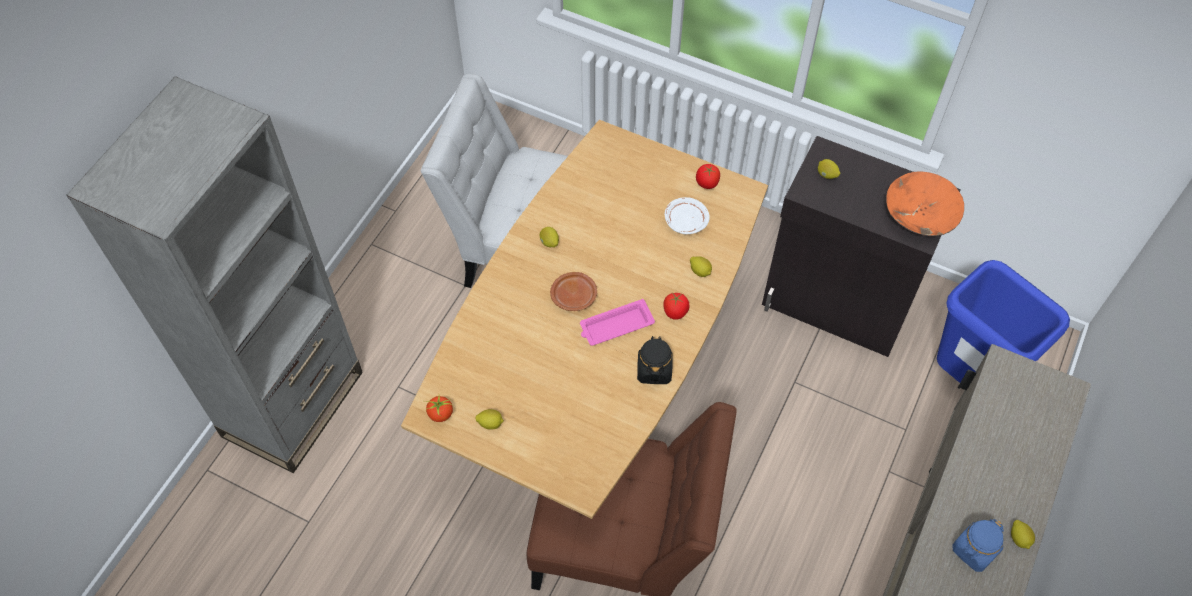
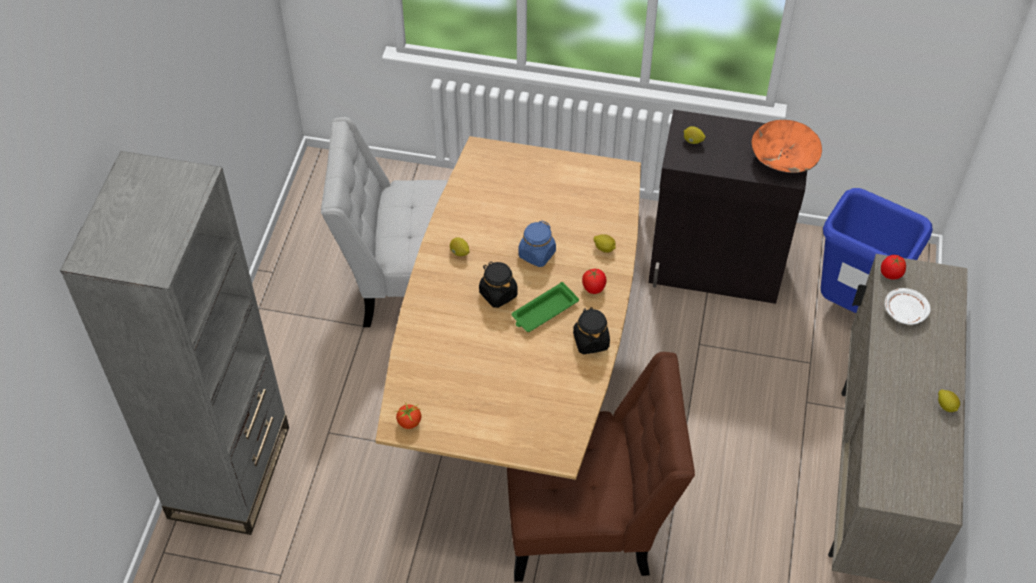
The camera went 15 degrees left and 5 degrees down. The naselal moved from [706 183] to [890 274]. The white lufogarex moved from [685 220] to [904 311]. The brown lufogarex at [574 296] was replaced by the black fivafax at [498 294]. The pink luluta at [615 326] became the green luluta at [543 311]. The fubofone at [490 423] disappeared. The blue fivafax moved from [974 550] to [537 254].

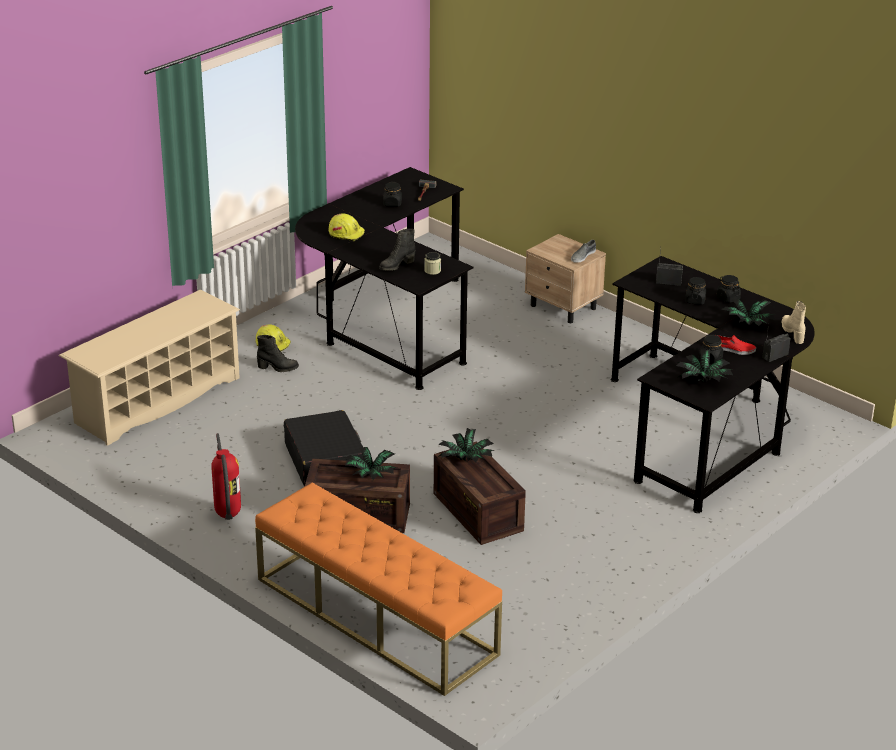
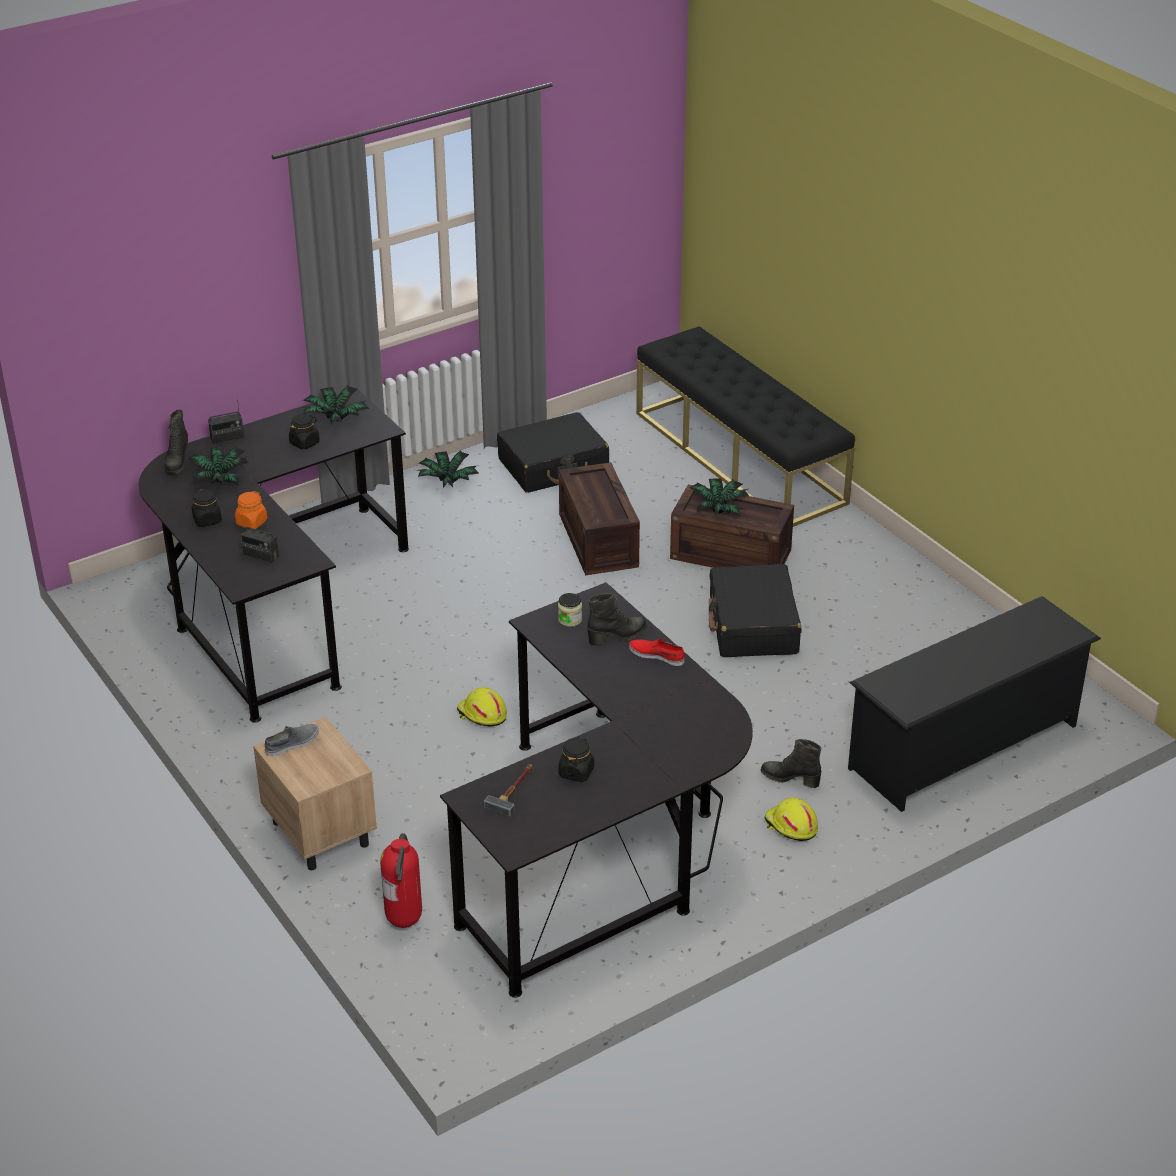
The camera went 165 degrees left and 5 degrees up. The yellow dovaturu moved from [346 233] to [482 715]. The black fivafax at [695 300] became the orange fivafax at [251 522]. The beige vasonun at [157 400] became the black vasonun at [964 747]. The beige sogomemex at [793 333] became the black sogomemex at [177 462]. The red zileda moved from [733 350] to [657 655]. The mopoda moved from [466 460] to [447 482]. The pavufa moved from [227 515] to [405 922]. The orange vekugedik at [375 616] became the black vekugedik at [739 457]. The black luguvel at [553 466] appeared.

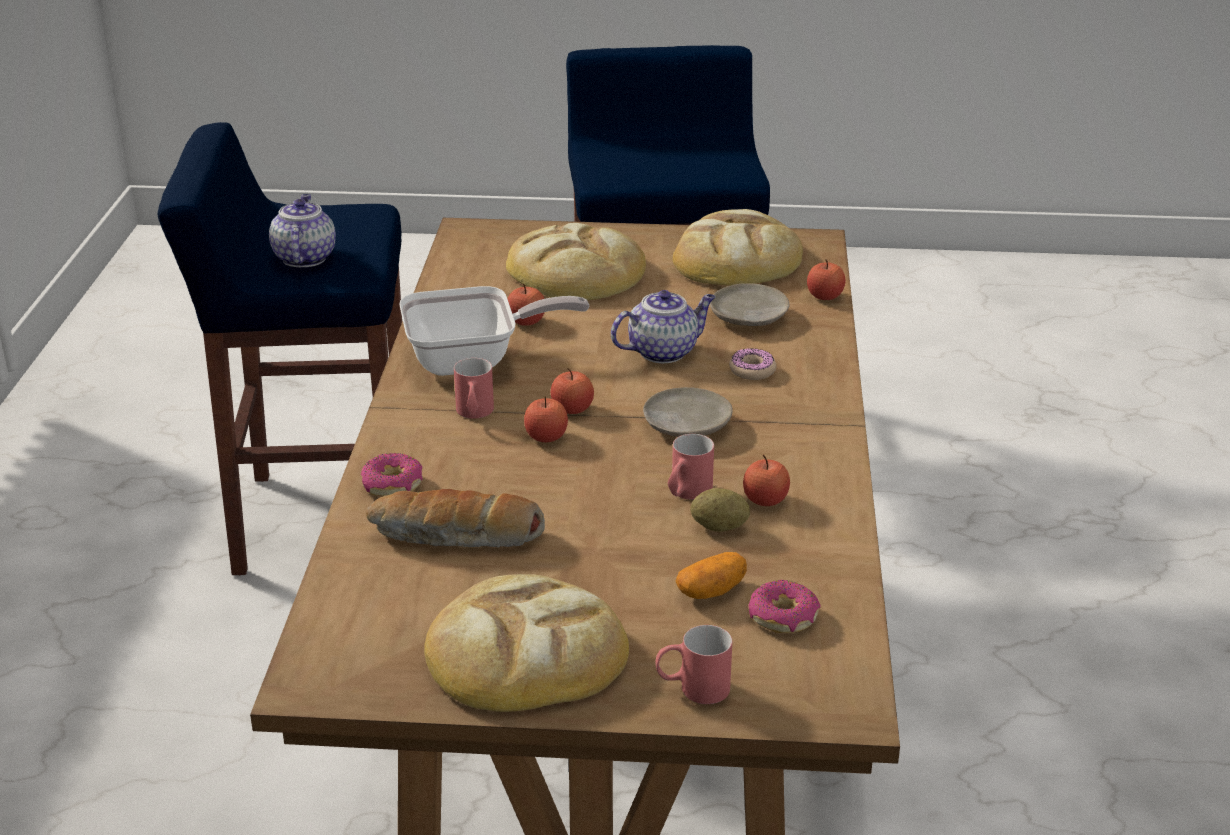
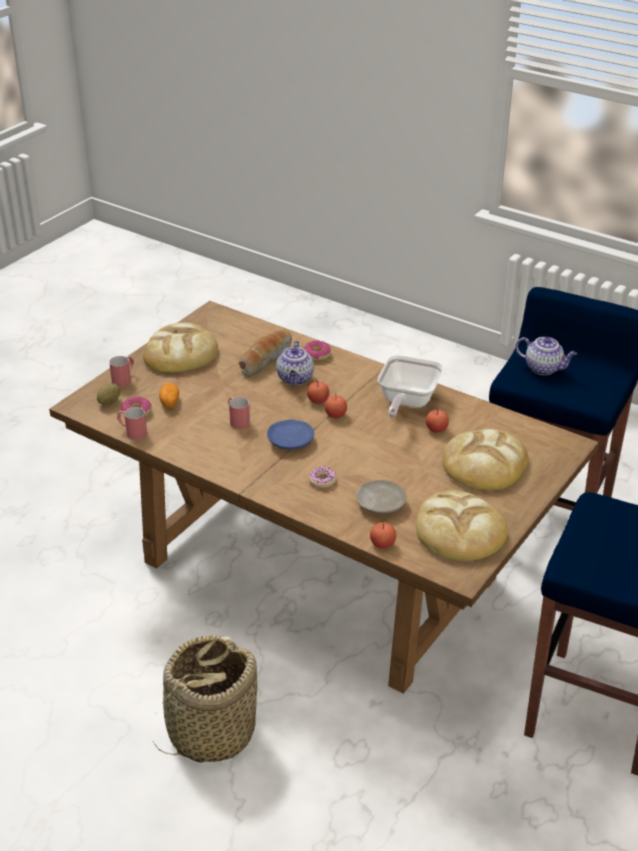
The camera went 120 degrees right and 5 degrees up. The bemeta moved from [664 351] to [295 379]. The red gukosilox moved from [474 414] to [132 432]. The beige lufogarex at [686 425] became the blue lufogarex at [291 441]. The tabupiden at [765 500] disappeared. The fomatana moved from [719 527] to [109 402]. The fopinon at [210 731] appeared.

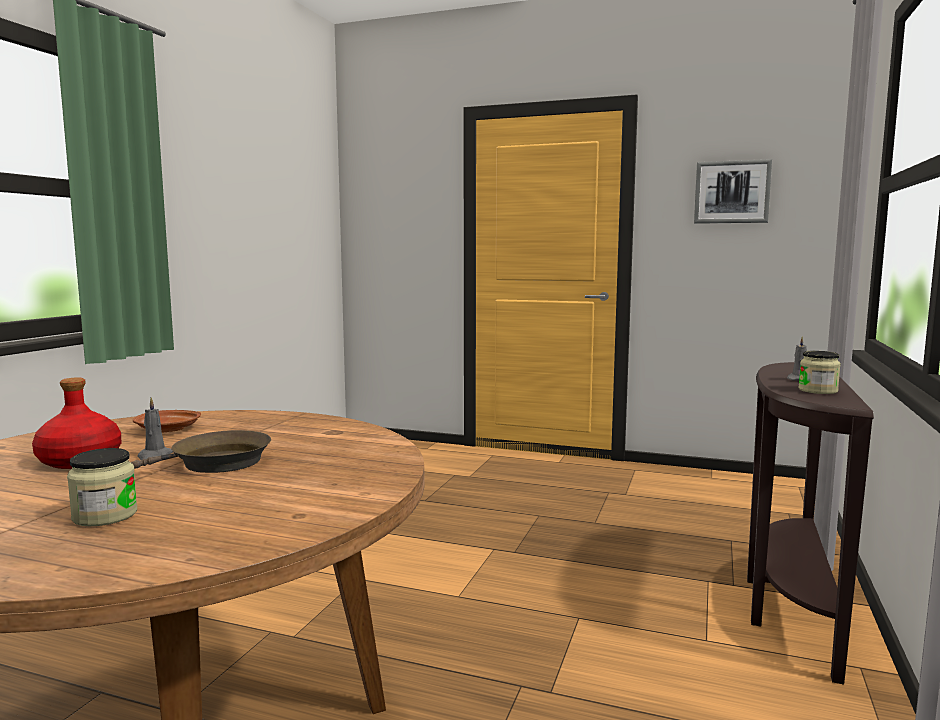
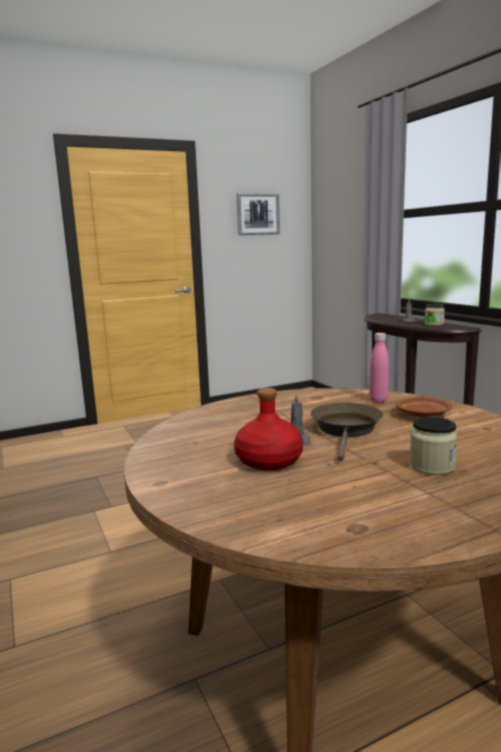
The camera went 45 degrees left and 5 degrees up. The brown lufogarex moved from [168 430] to [423 415]. The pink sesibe at [378 400] appeared.

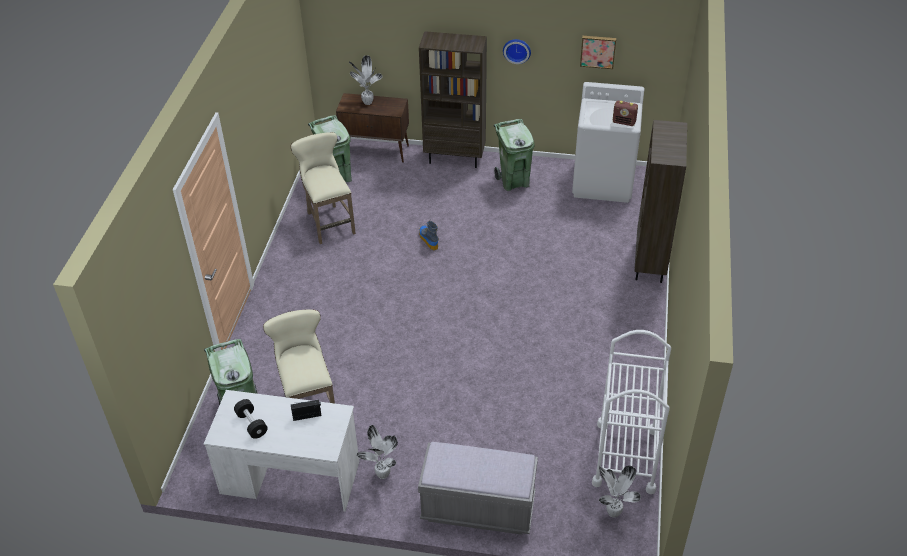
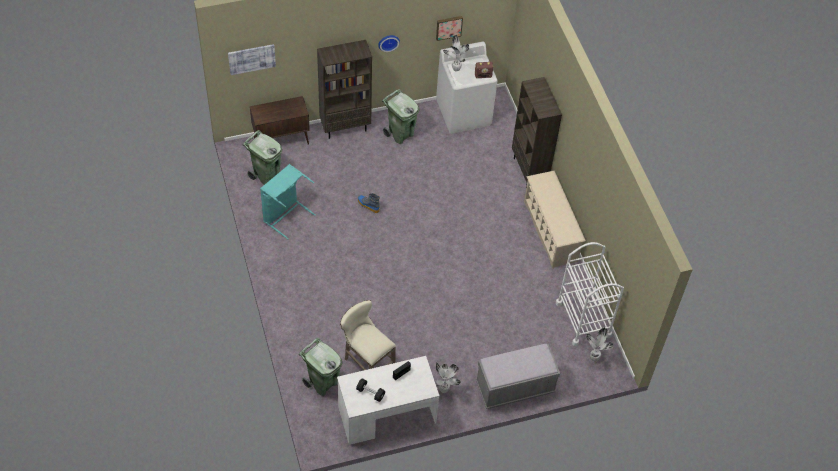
The camera went 30 degrees left and 10 degrees up. The mopoda moved from [366 102] to [455 69]. The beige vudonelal at [328 221] was replaced by the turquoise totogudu at [285 215]. The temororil at [251 58] appeared. The beige vasonun at [550 231] appeared.

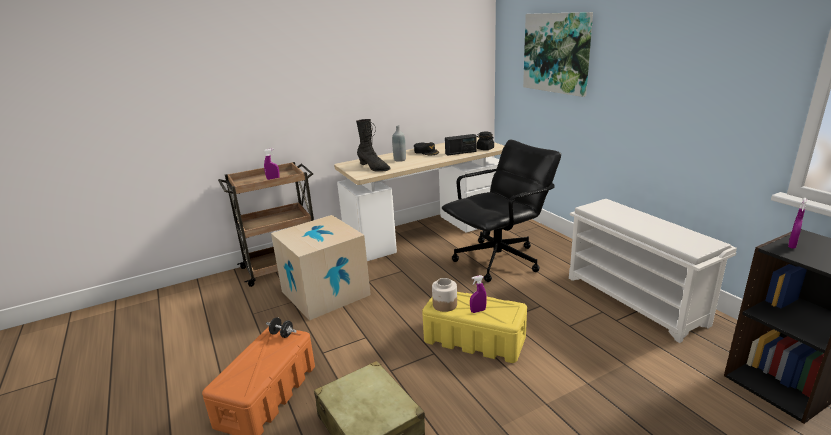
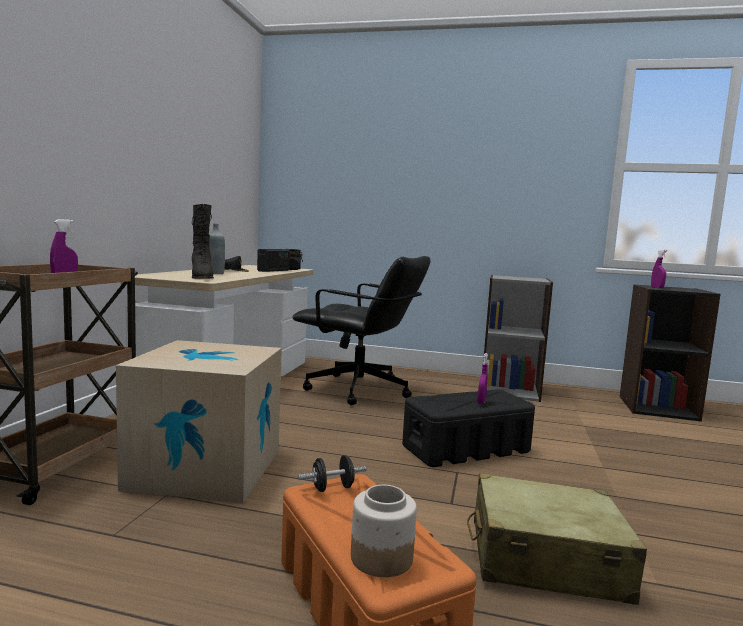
The camera went 50 degrees left and 15 degrees down. The temororil at [556 53] disappeared. The black sogomemex at [374 168] turned 75 degrees clockwise. The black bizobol at [499 260] turned 105 degrees clockwise. The white vasonun at [635 300] was replaced by the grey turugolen at [509 390]. The fivafax moved from [444 304] to [380 558]. The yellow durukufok at [474 339] became the black durukufok at [465 449].

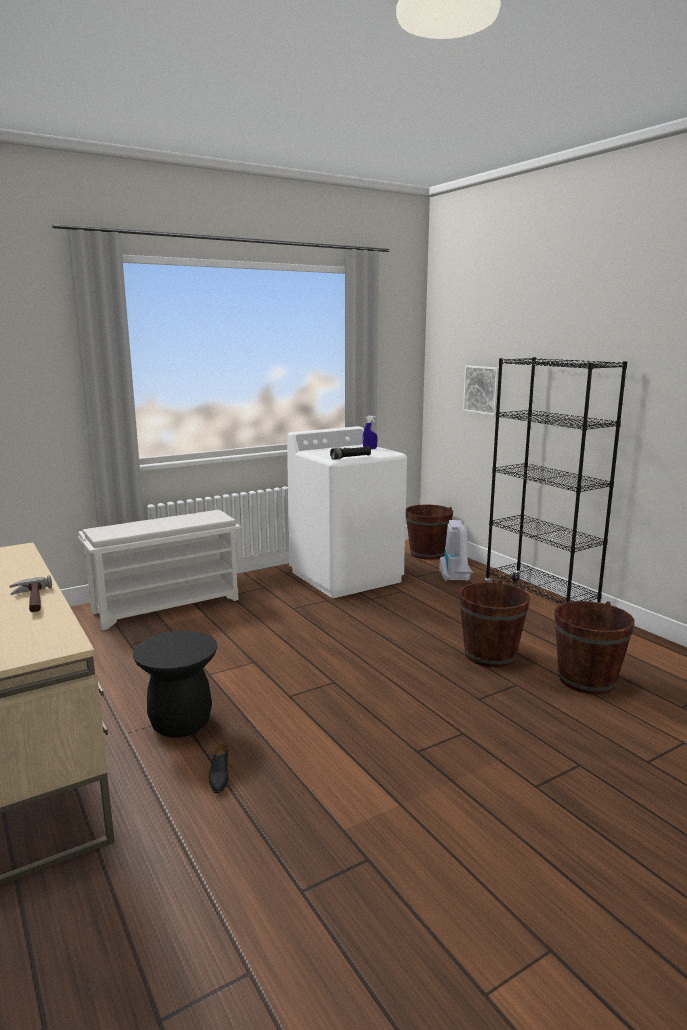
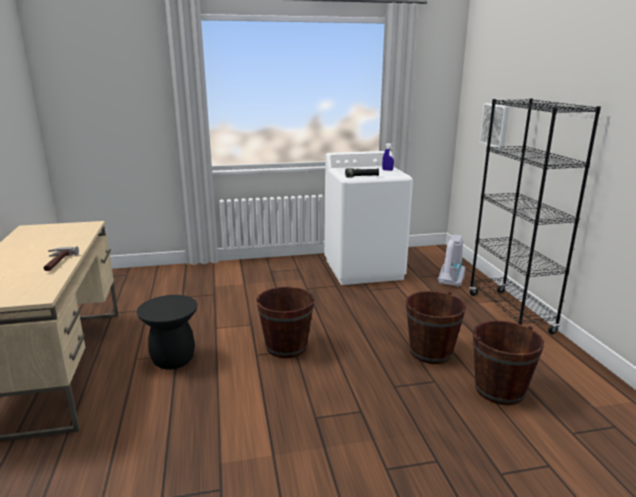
The camera went 20 degrees right and 5 degrees up. The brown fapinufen moved from [427 554] to [286 346]. The white vasonun at [167 605] disappeared. The black zileda at [219 776] disappeared.

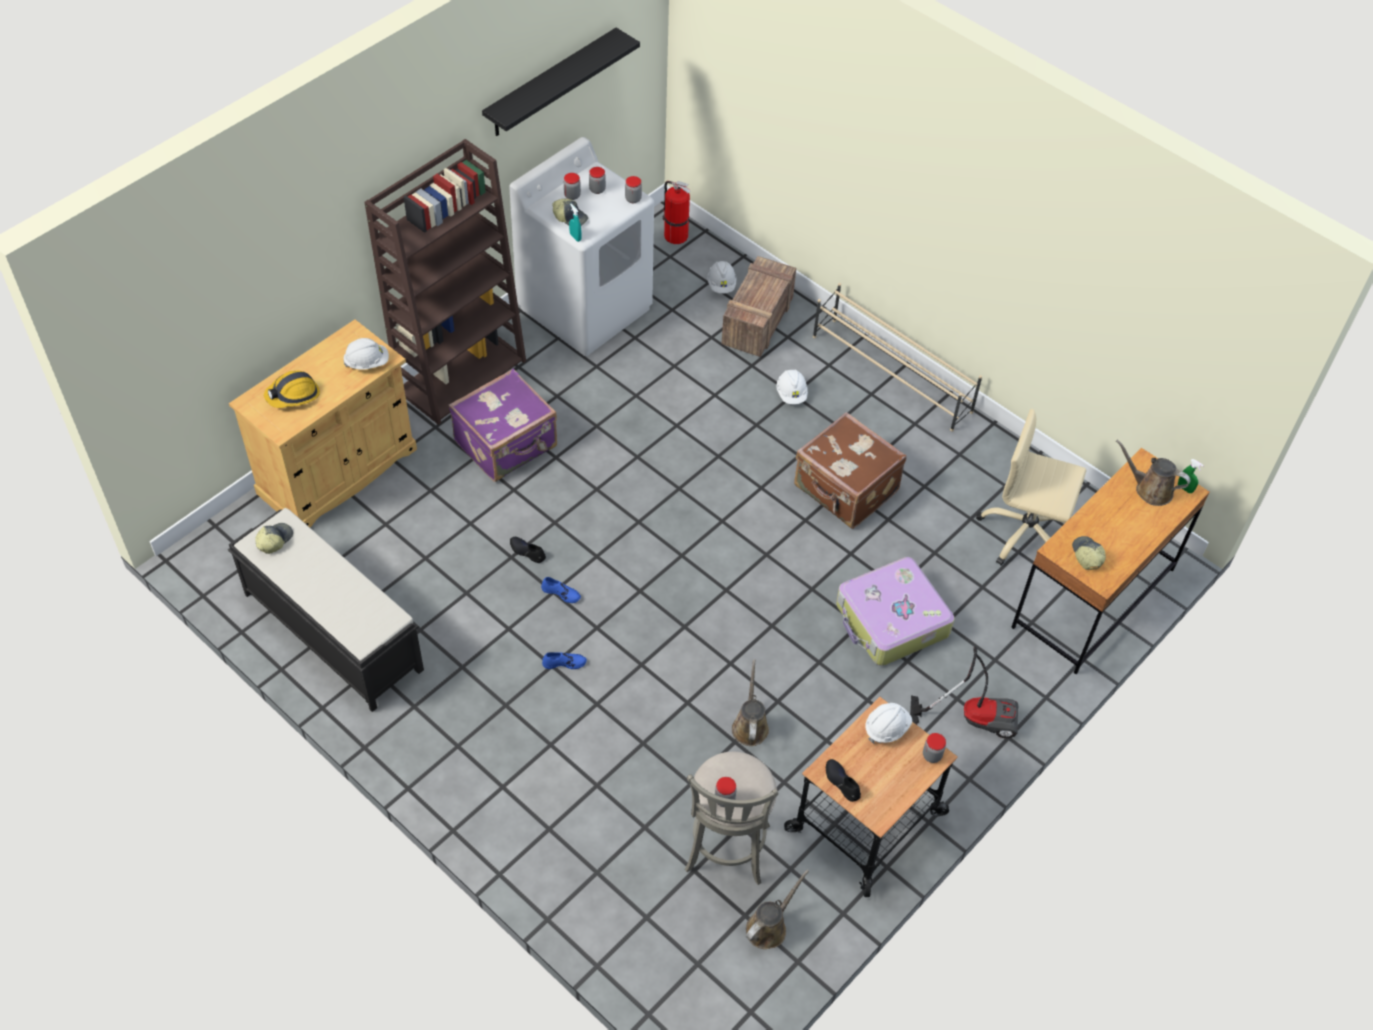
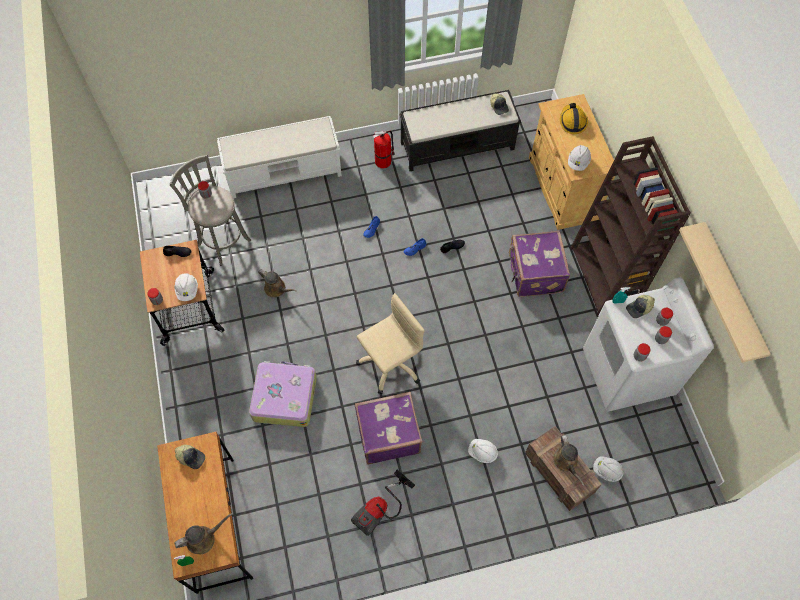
The camera went 125 degrees right and 10 degrees up. The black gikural at [551 83] became the beige gikural at [731 293]. The pavufa moved from [674 235] to [384 161]. The beige vasonun at [892 375] disappeared. The beige bizobol moved from [1025 533] to [391 363]. The brown luguvel at [845 490] became the purple luguvel at [387 434]. The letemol moved from [973 716] to [380 510]. The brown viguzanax moved from [769 926] to [566 462]. The white vekugedik at [285 172] appeared.

